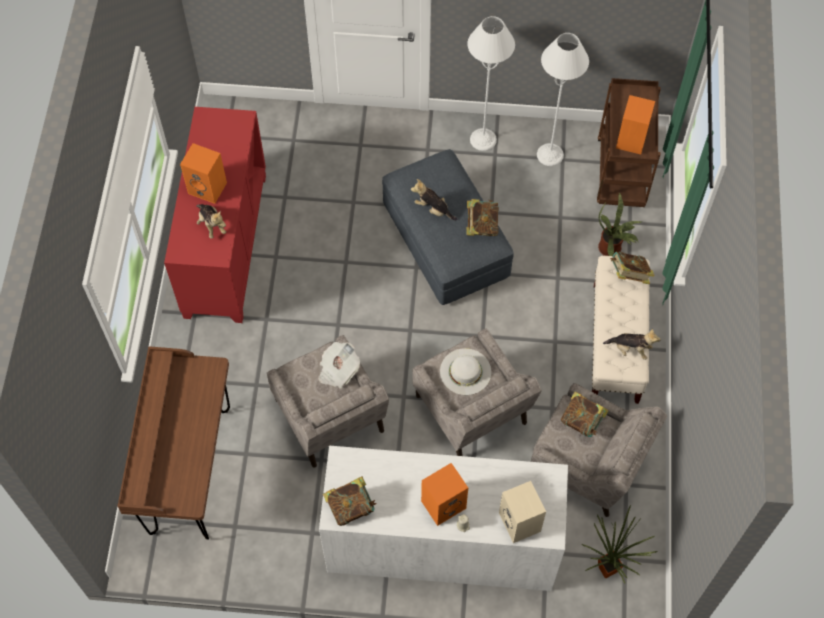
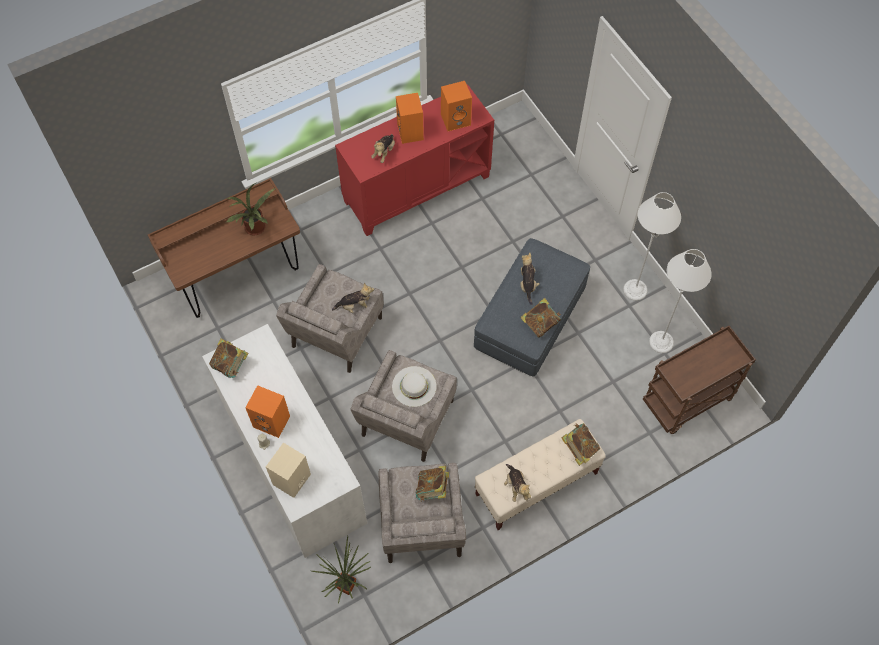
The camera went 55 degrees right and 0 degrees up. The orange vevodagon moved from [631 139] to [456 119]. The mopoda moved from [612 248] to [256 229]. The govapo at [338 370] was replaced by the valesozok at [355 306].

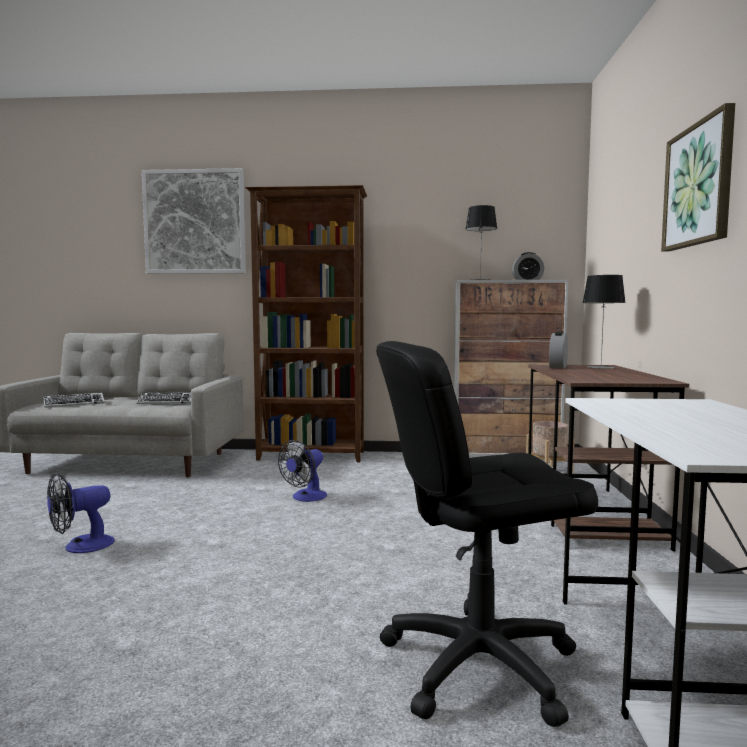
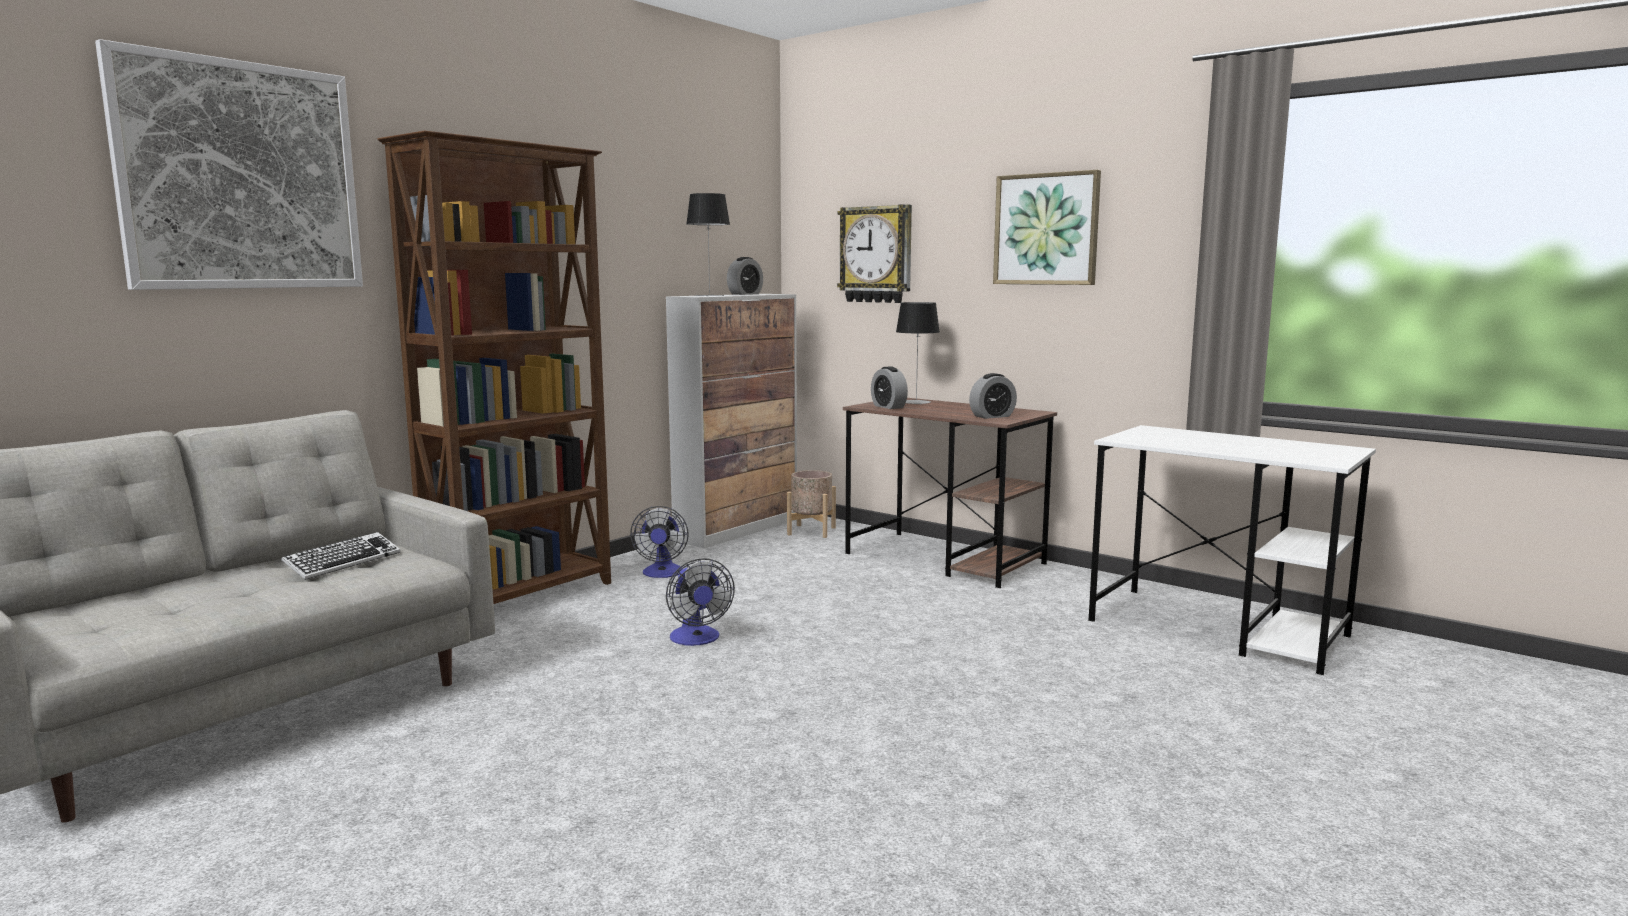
The camera went 55 degrees left and 5 degrees up. The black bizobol at [478 663] disappeared. The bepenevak at [74 404] disappeared. The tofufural moved from [80 546] to [662 574]. The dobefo at [876 254] appeared. The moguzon at [992 416] appeared.

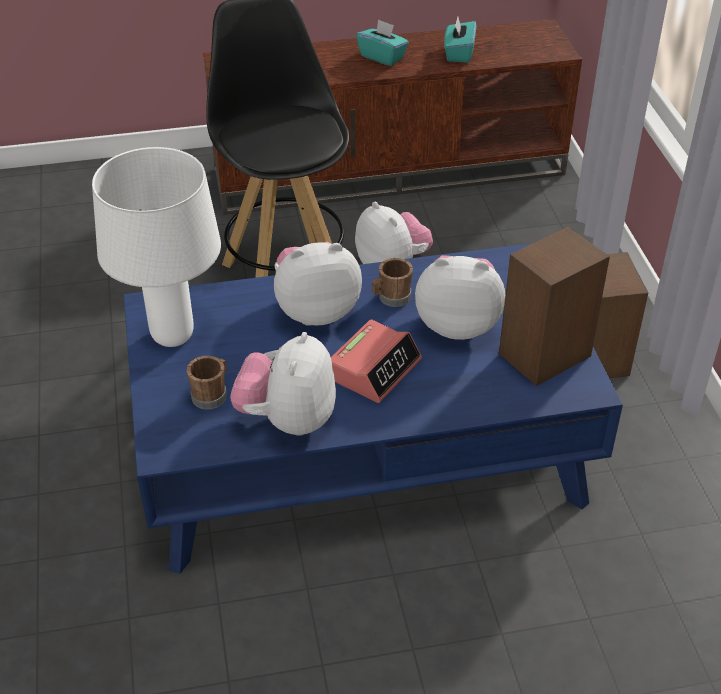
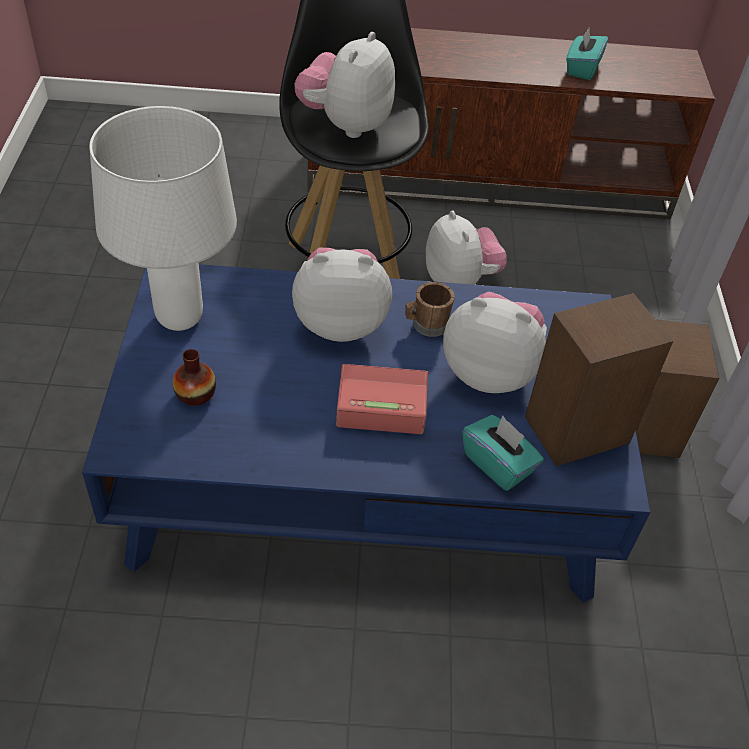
The camera went 10 degrees right and 5 degrees up. The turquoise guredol moved from [382 57] to [498 464]. The moguzon at [374 369] turned 135 degrees counterclockwise. The valesozok moved from [288 419] to [346 124]. The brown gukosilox at [212 394] was replaced by the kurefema at [195 394].

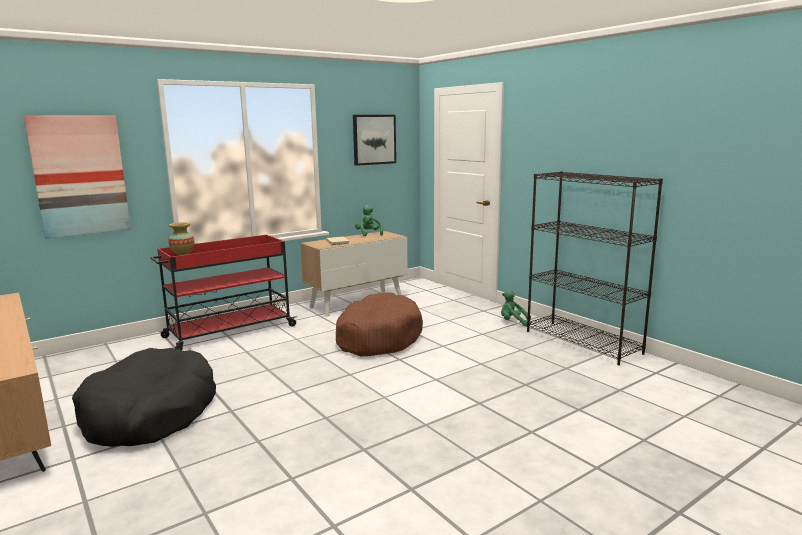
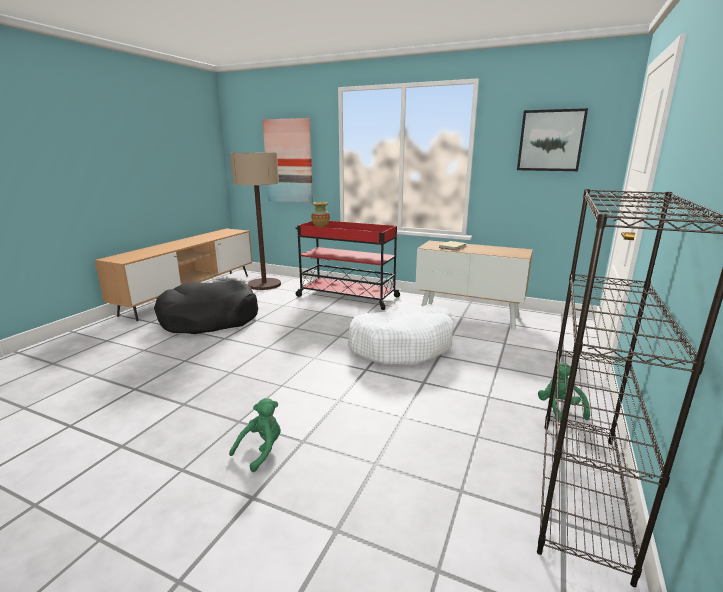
The camera went 60 degrees right and 5 degrees up. The green valesozok moved from [368 234] to [261 450]. The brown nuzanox at [377 337] became the white nuzanox at [402 346]. The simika at [264 284] appeared.

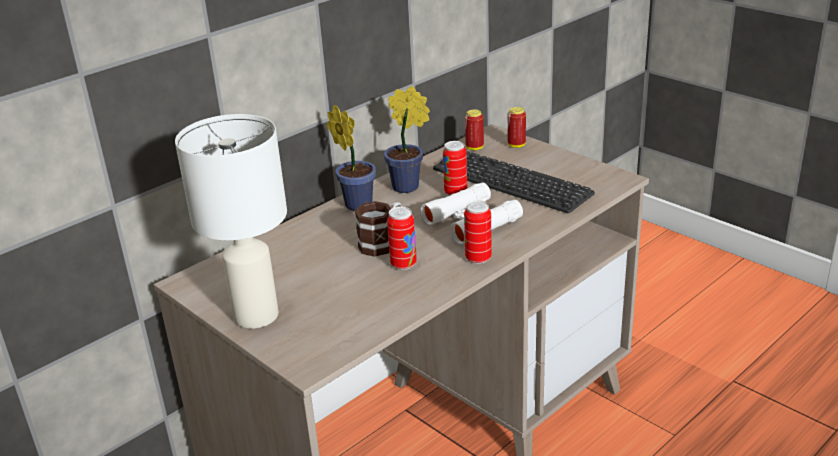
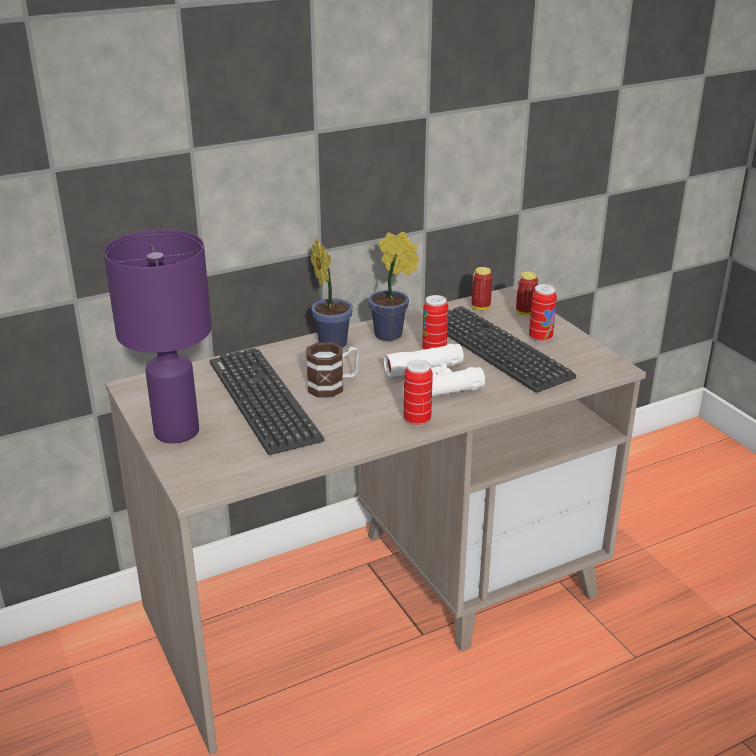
The camera went 15 degrees right and 0 degrees up. The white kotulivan at [257 315] became the purple kotulivan at [178 431]. The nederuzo moved from [403 264] to [540 338]. The bepenevak at [263 400] appeared.

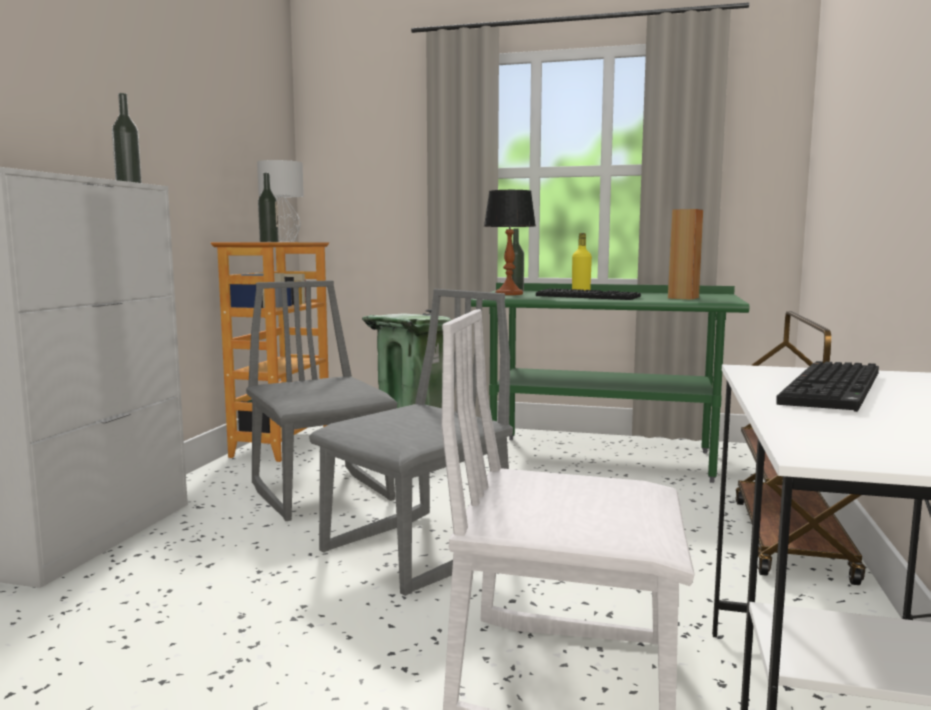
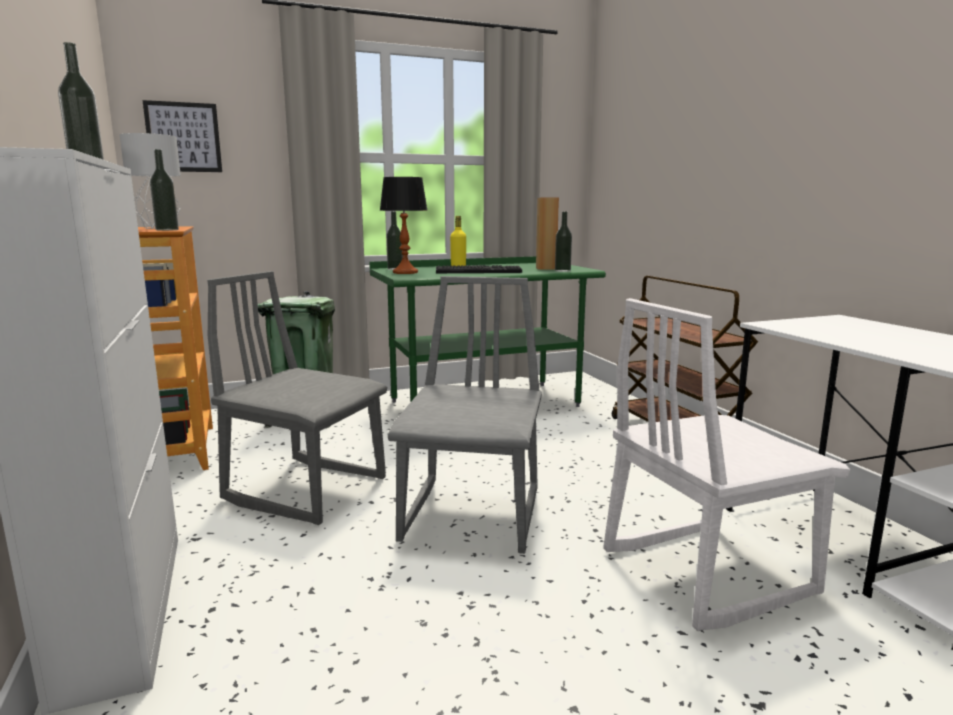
The camera went 35 degrees left and 5 degrees up. The bepenevak at [835 389] disappeared. The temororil at [183 137] appeared. The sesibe at [562 271] appeared.

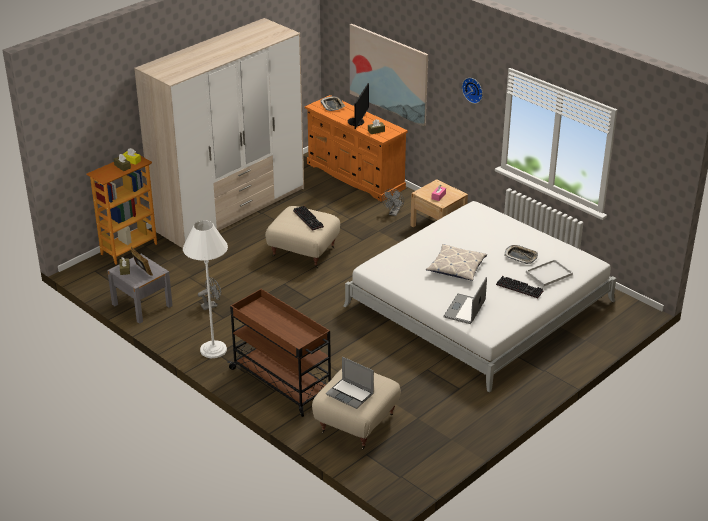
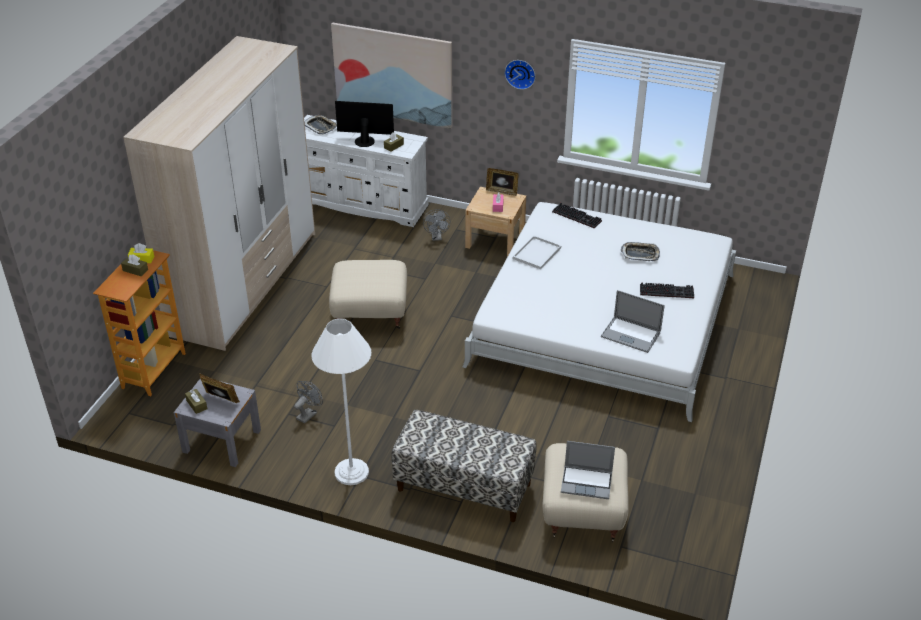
The camera went 25 degrees left and 5 degrees up. The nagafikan at [357 122] turned 75 degrees counterclockwise. The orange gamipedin at [356 176] became the white gamipedin at [363 203]. The bepenevak moved from [309 219] to [578 216]. The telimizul at [456 267] disappeared. The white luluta moved from [548 274] to [537 254]. The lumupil at [464 309] turned 60 degrees counterclockwise. The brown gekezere at [283 382] was replaced by the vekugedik at [463 487]. The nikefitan at [502 191] appeared.

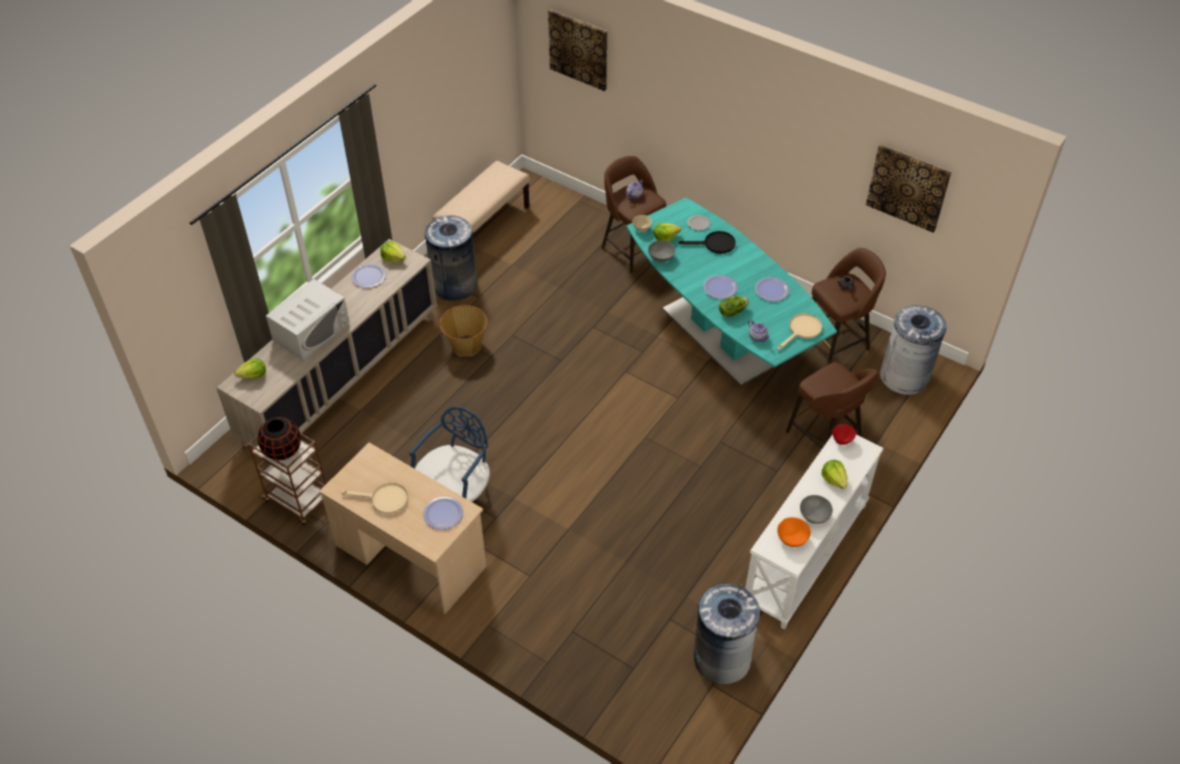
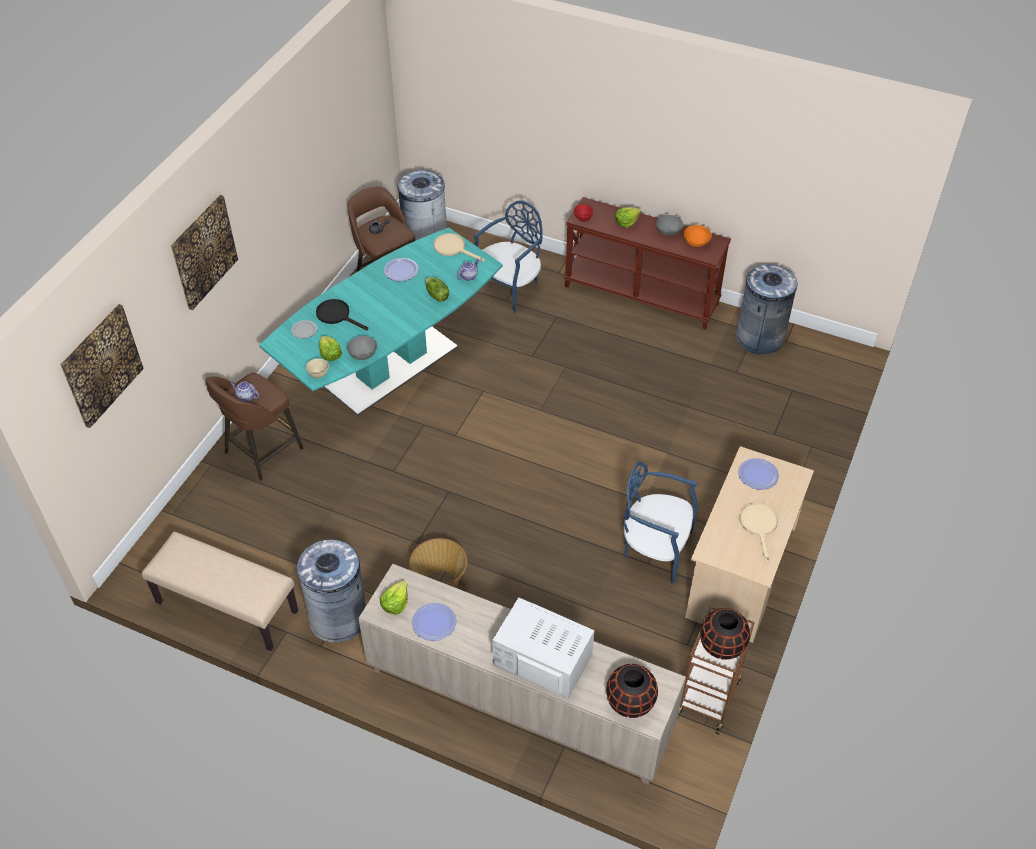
The camera went 100 degrees left and 0 degrees up. The temororil moved from [908 187] to [203 252]. The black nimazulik at [714 244] turned 45 degrees counterclockwise. The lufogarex at [720 288] disappeared. The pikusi at [253 375] was replaced by the black kurefema at [630 702]. The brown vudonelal at [825 437] was replaced by the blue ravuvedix at [510 288]. The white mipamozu at [806 555] became the brown mipamozu at [642 294].

